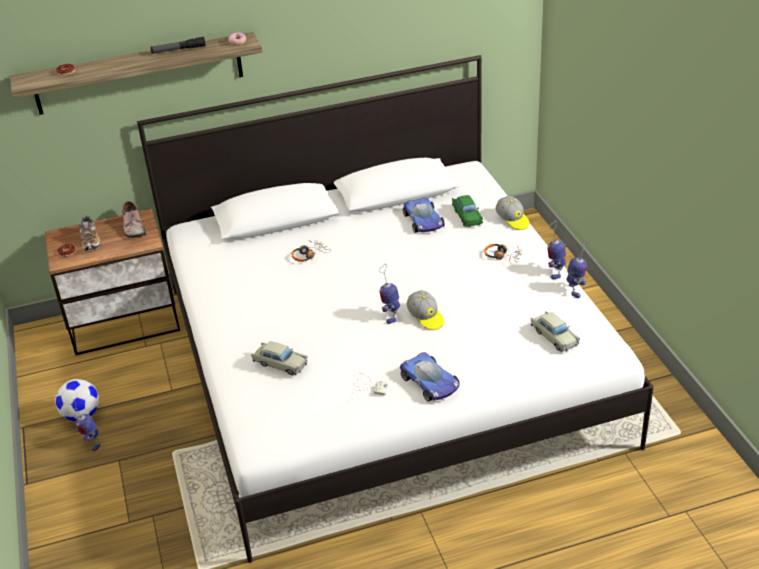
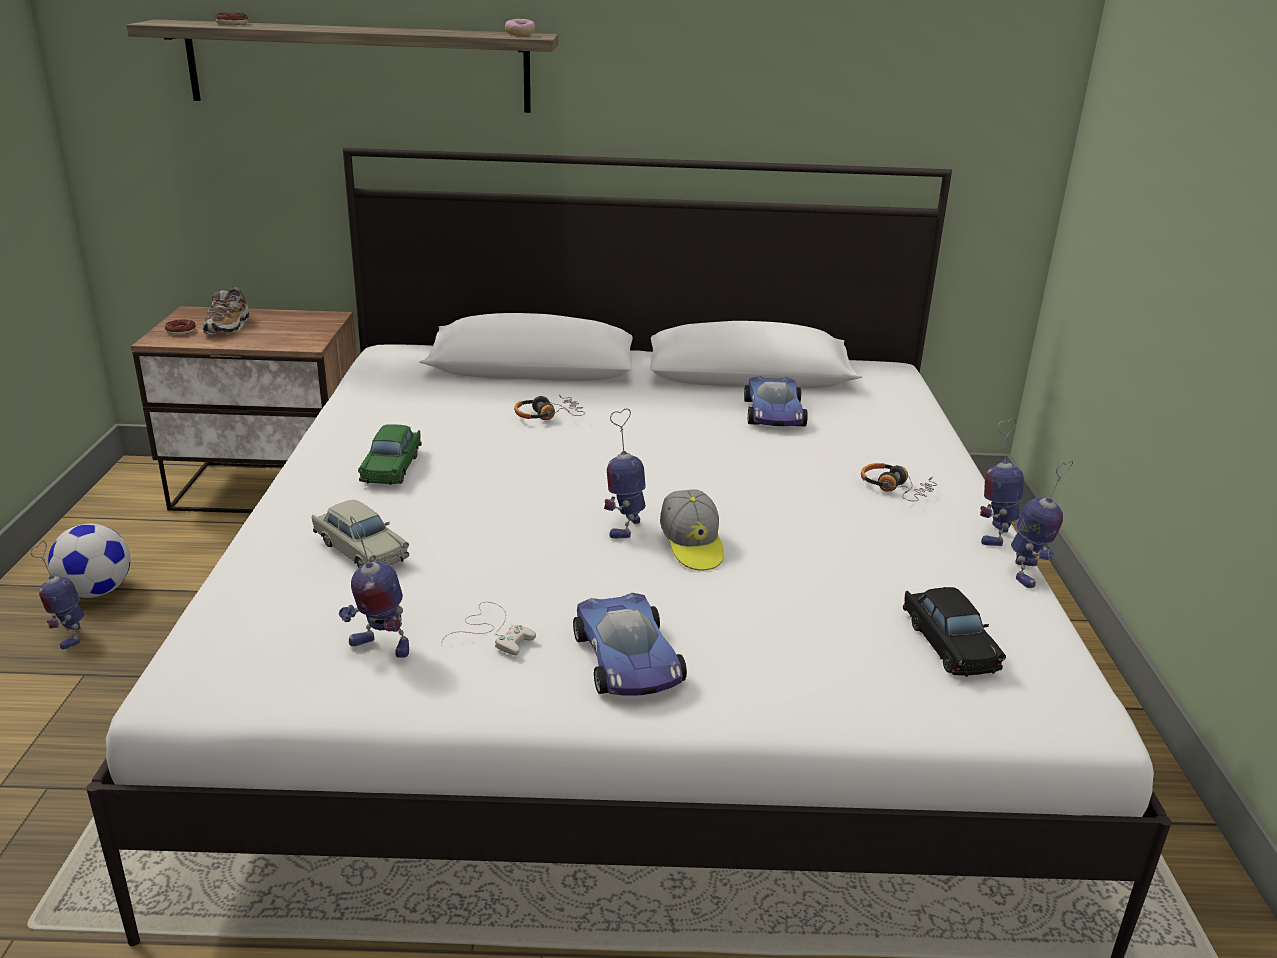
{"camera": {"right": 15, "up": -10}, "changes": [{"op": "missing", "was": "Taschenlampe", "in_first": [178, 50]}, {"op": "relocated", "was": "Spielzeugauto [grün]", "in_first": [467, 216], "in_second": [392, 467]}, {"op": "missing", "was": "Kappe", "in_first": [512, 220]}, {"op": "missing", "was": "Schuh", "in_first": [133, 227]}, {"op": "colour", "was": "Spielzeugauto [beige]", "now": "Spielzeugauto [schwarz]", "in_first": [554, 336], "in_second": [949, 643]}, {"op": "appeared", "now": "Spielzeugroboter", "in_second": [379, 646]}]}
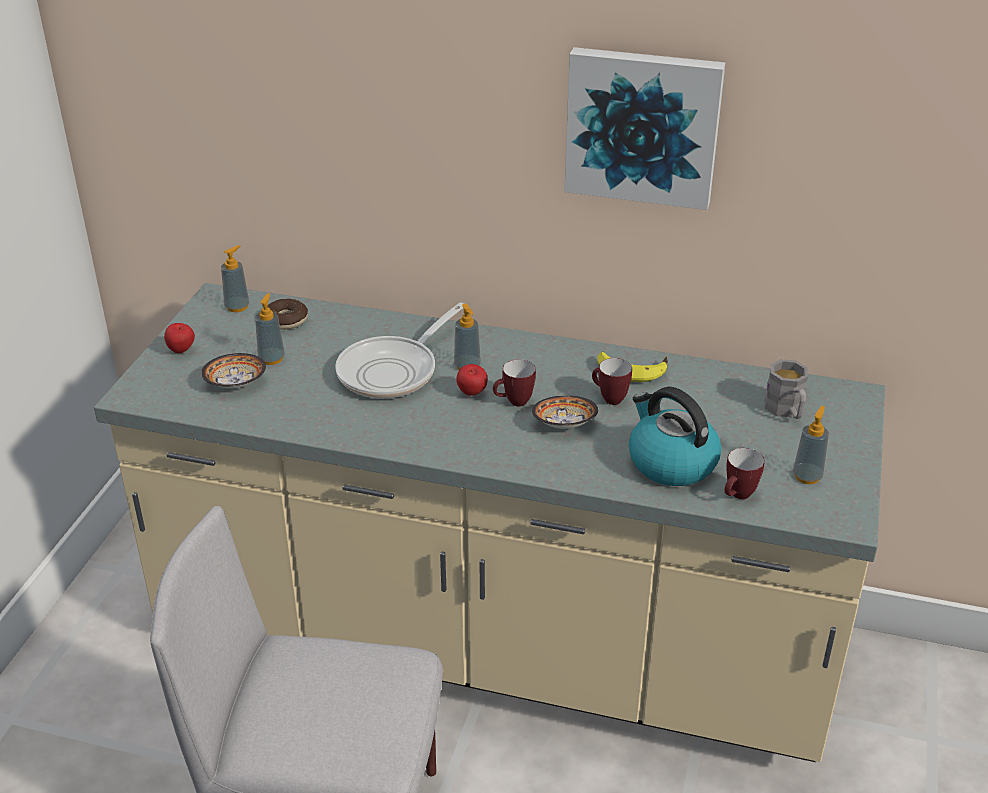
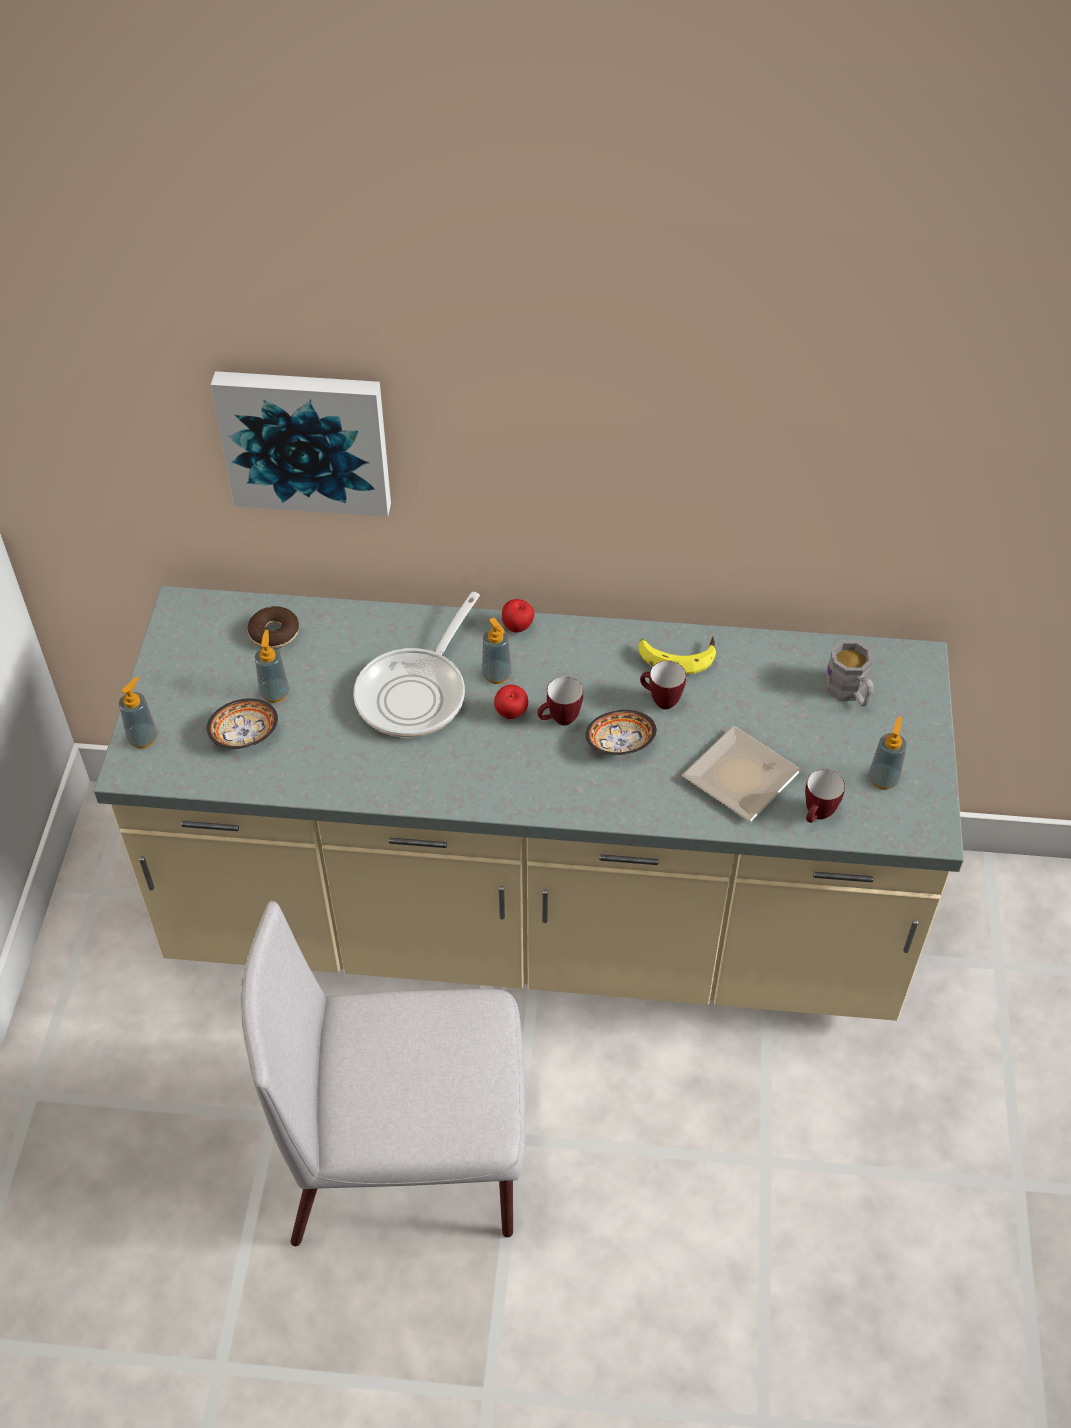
{"camera": {"right": -10, "up": 15}, "changes": [{"op": "relocated", "was": "Bild", "in_first": [643, 126], "in_second": [306, 439]}, {"op": "relocated", "was": "Seifenspender", "in_first": [237, 307], "in_second": [143, 738]}, {"op": "relocated", "was": "Apfel", "in_first": [182, 351], "in_second": [518, 628]}, {"op": "exchanged", "was": "Wasserkessel", "now": "Teller", "in_first": [670, 462], "in_second": [741, 781]}]}
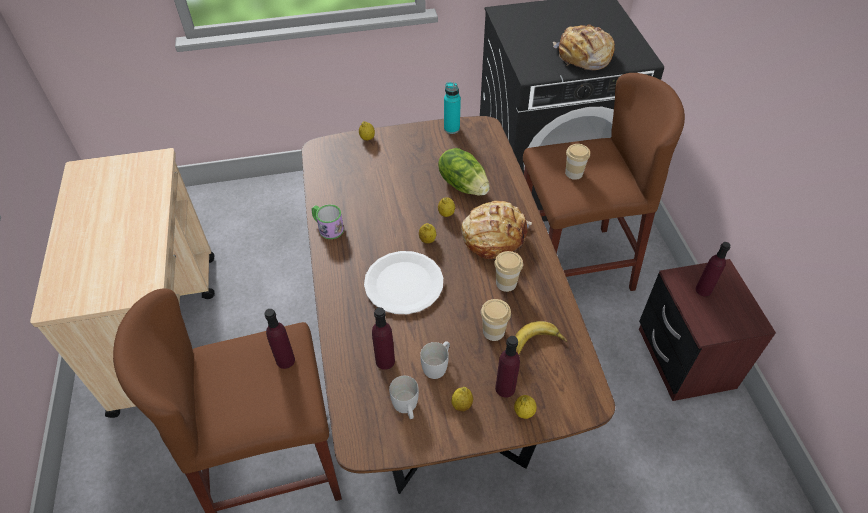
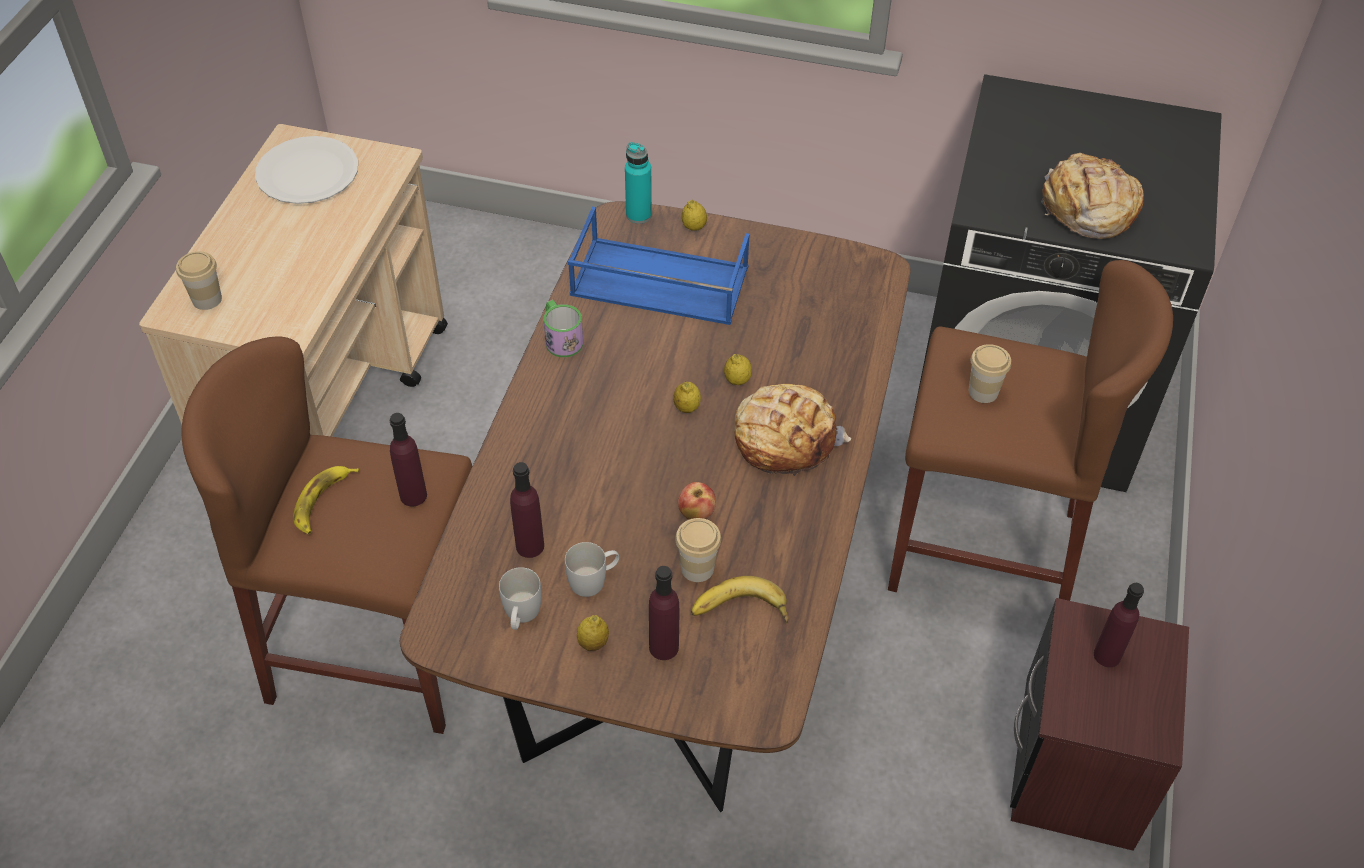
{"camera": {"right": 25, "up": 0}, "changes": [{"op": "relocated", "was": "Flasche [türkis]", "in_first": [451, 129], "in_second": [638, 215]}, {"op": "missing", "was": "Salatkopf", "in_first": [463, 184]}, {"op": "relocated", "was": "Teller [weiß]", "in_first": [403, 283], "in_second": [307, 173]}, {"op": "relocated", "was": "Tasse", "in_first": [506, 283], "in_second": [207, 299]}, {"op": "missing", "was": "Zitrone", "in_first": [524, 412]}, {"op": "appeared", "now": "Tablett [blau]", "in_second": [657, 282]}, {"op": "appeared", "now": "Banane", "in_second": [323, 502]}, {"op": "appeared", "now": "Apfel", "in_second": [696, 514]}]}
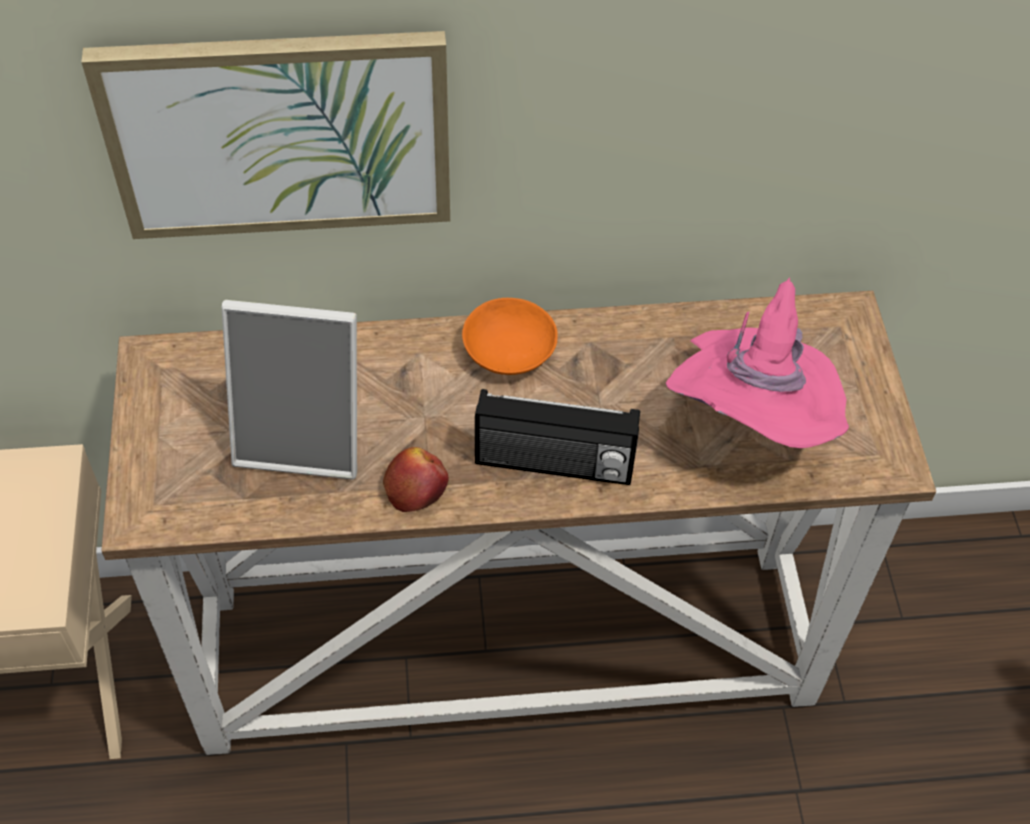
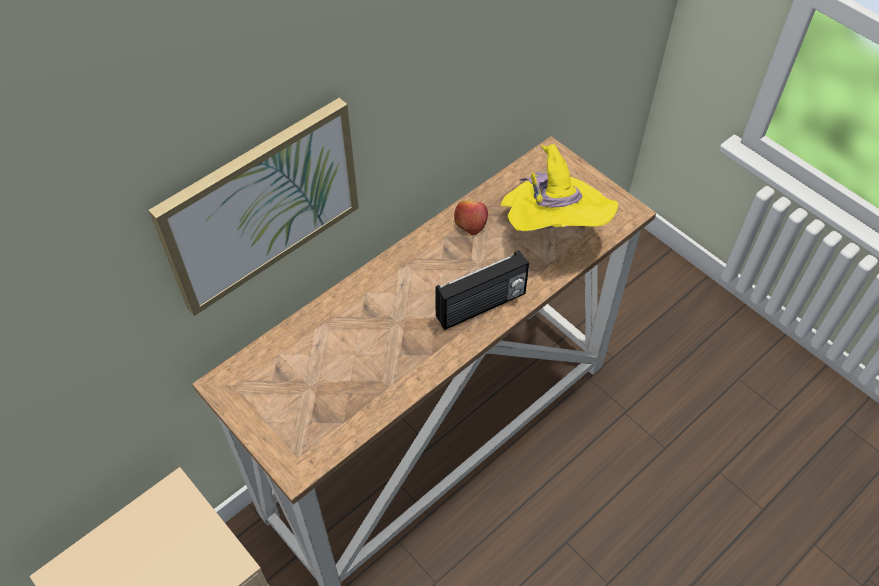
{"camera": {"right": -35, "up": 0}, "changes": [{"op": "colour", "was": "Hut [rosa]", "now": "Hut [gelb]", "in_first": [752, 420], "in_second": [552, 228]}, {"op": "missing", "was": "Schüssel [orange]", "in_first": [509, 352]}, {"op": "missing", "was": "Bilderrahmen", "in_first": [304, 436]}, {"op": "relocated", "was": "Apfel", "in_first": [415, 486], "in_second": [470, 221]}]}
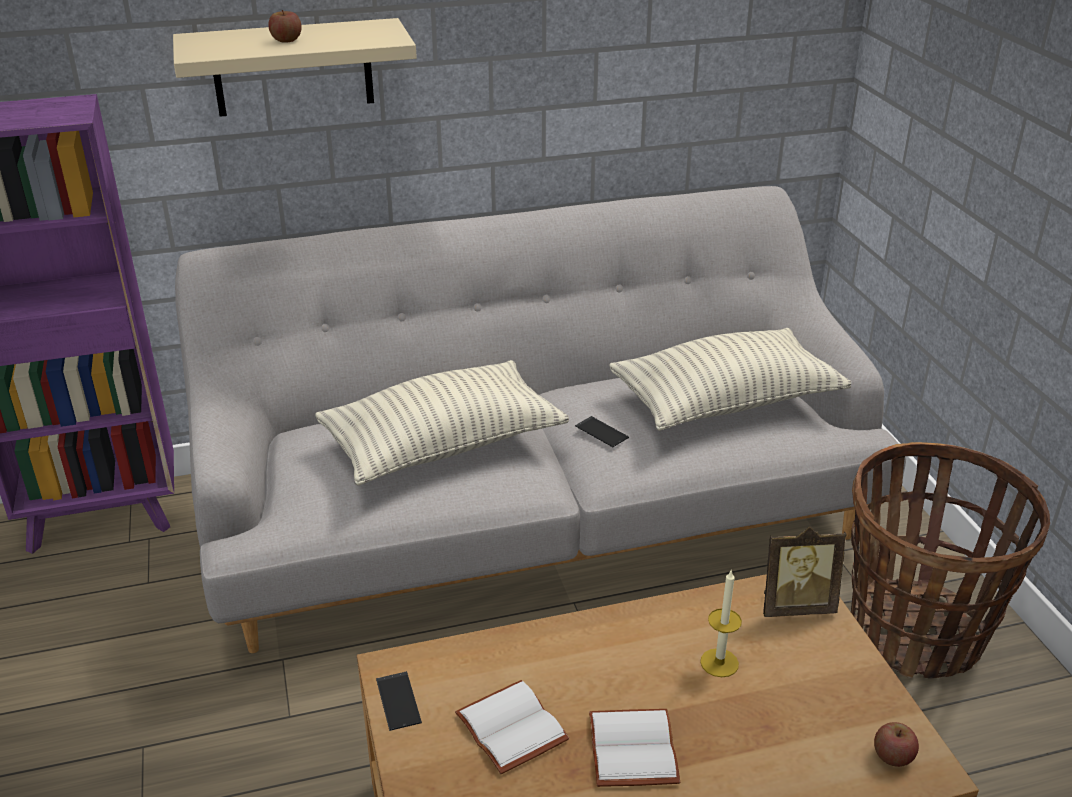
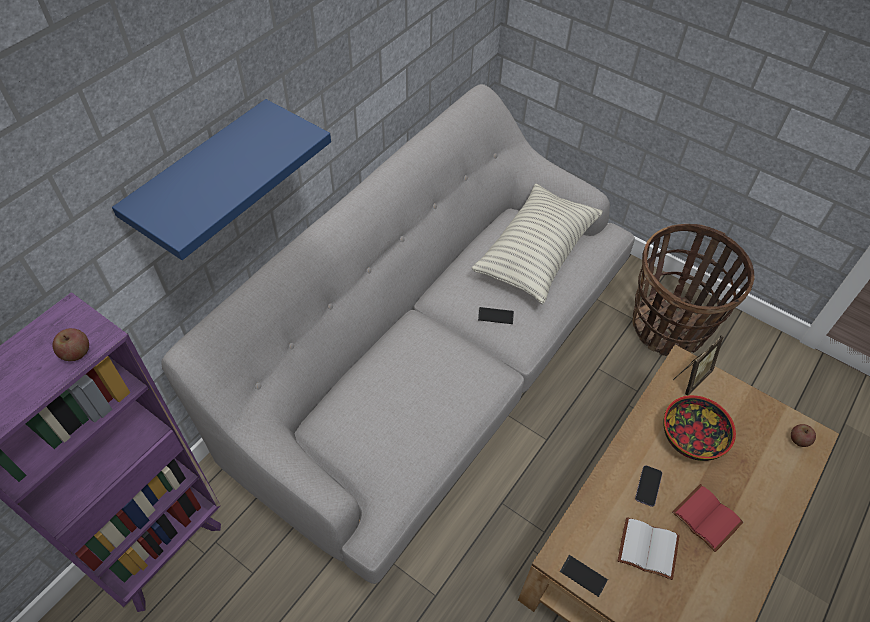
{"camera": {"right": -40, "up": 20}, "changes": [{"op": "relocated", "was": "Apfel", "in_first": [286, 40], "in_second": [76, 352]}, {"op": "colour", "was": "Wandregal [beige]", "now": "Wandregal [blau]", "in_first": [293, 68], "in_second": [202, 177]}, {"op": "missing", "was": "Kissen", "in_first": [443, 445]}, {"op": "exchanged", "was": "Kerze", "now": "Schüssel", "in_first": [719, 663], "in_second": [692, 438]}, {"op": "colour", "was": "Buch [weiß]", "now": "Buch [rot]", "in_first": [636, 750], "in_second": [708, 517]}, {"op": "appeared", "now": "Handy", "in_second": [648, 486]}]}
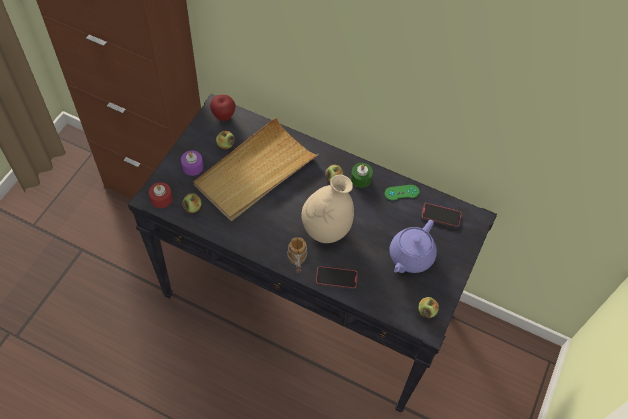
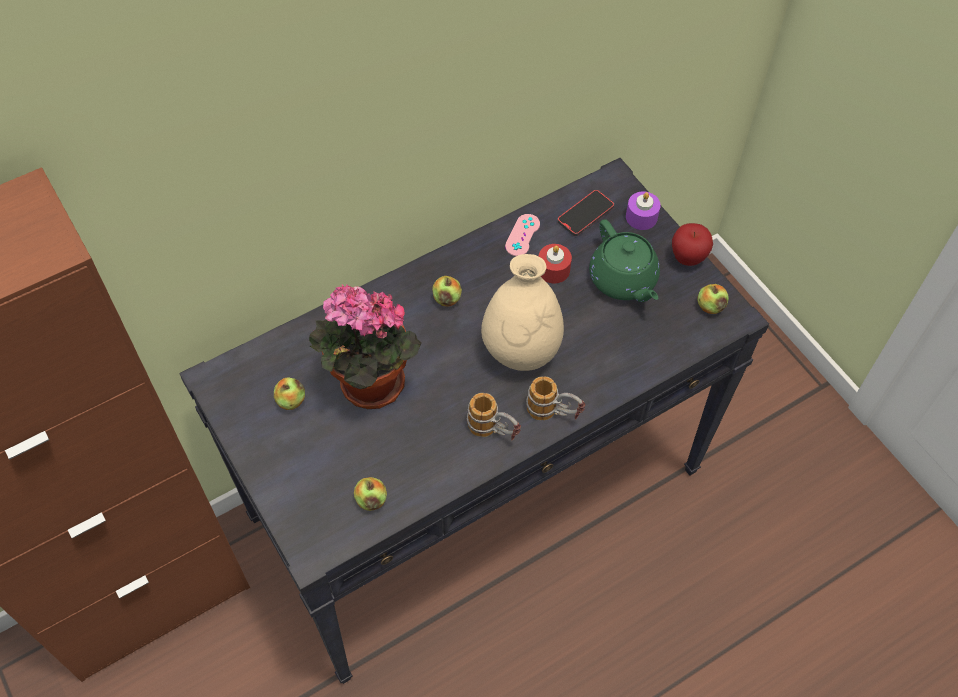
{"camera": {"right": -55, "up": 0}, "changes": [{"op": "relocated", "was": "Apfel", "in_first": [223, 116], "in_second": [687, 258]}, {"op": "exchanged", "was": "Tablett [beige]", "now": "Topfpflanze", "in_first": [255, 172], "in_second": [367, 387]}, {"op": "relocated", "was": "Kerze [lila]", "in_first": [192, 167], "in_second": [641, 217]}, {"op": "missing", "was": "Kerze [grün]", "in_first": [360, 179]}, {"op": "relocated", "was": "Kerze [rot]", "in_first": [161, 199], "in_second": [553, 270]}, {"op": "colour", "was": "Gamepad [grün]", "now": "Gamepad [rosa]", "in_first": [401, 192], "in_second": [522, 235]}, {"op": "colour", "was": "Teekanne [lila]", "now": "Teekanne [grün]", "in_first": [410, 257], "in_second": [623, 280]}, {"op": "missing", "was": "Handy", "in_first": [336, 278]}, {"op": "appeared", "now": "Henkelbecher", "in_second": [494, 431]}]}
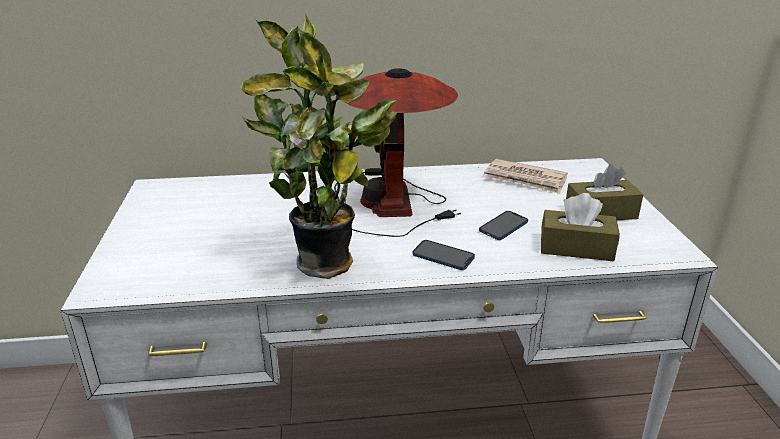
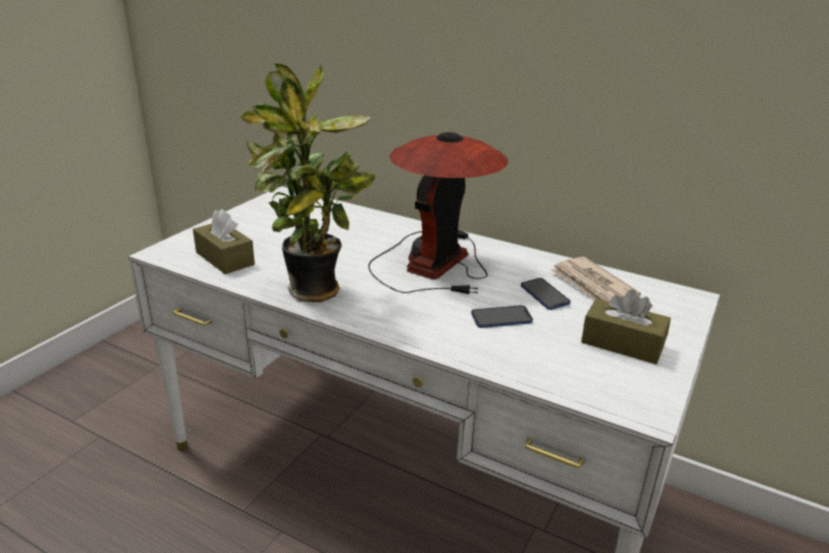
{"camera": {"right": 35, "up": 0}, "changes": [{"op": "relocated", "was": "Taschentuchbox [braun]", "in_first": [576, 248], "in_second": [225, 258]}, {"op": "relocated", "was": "Handy", "in_first": [443, 256], "in_second": [544, 295]}]}
